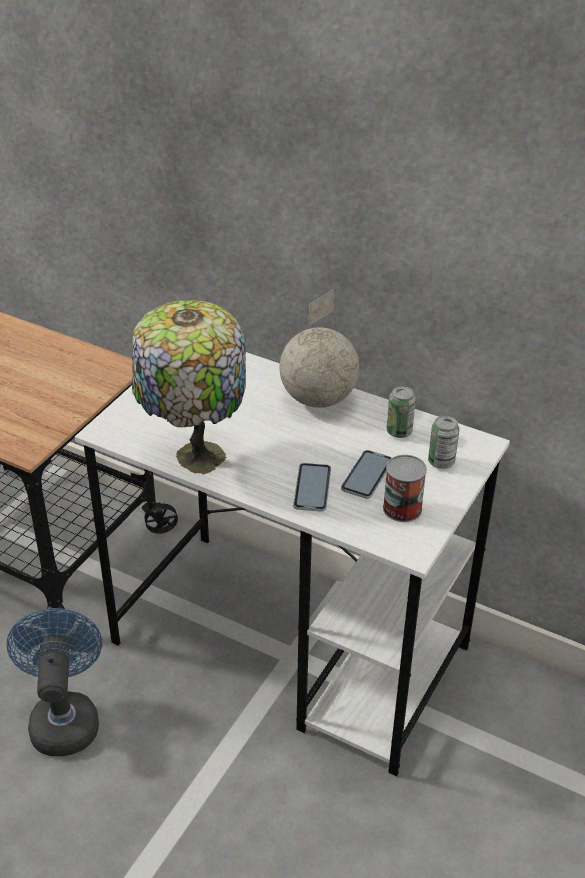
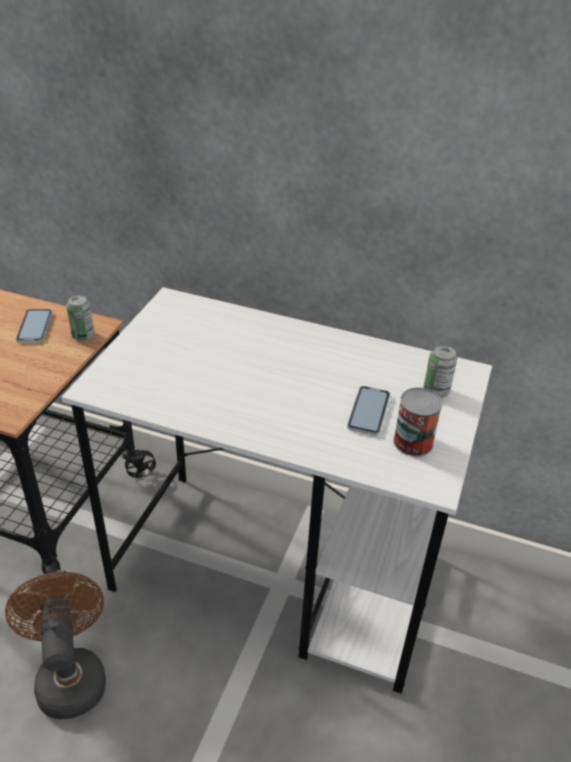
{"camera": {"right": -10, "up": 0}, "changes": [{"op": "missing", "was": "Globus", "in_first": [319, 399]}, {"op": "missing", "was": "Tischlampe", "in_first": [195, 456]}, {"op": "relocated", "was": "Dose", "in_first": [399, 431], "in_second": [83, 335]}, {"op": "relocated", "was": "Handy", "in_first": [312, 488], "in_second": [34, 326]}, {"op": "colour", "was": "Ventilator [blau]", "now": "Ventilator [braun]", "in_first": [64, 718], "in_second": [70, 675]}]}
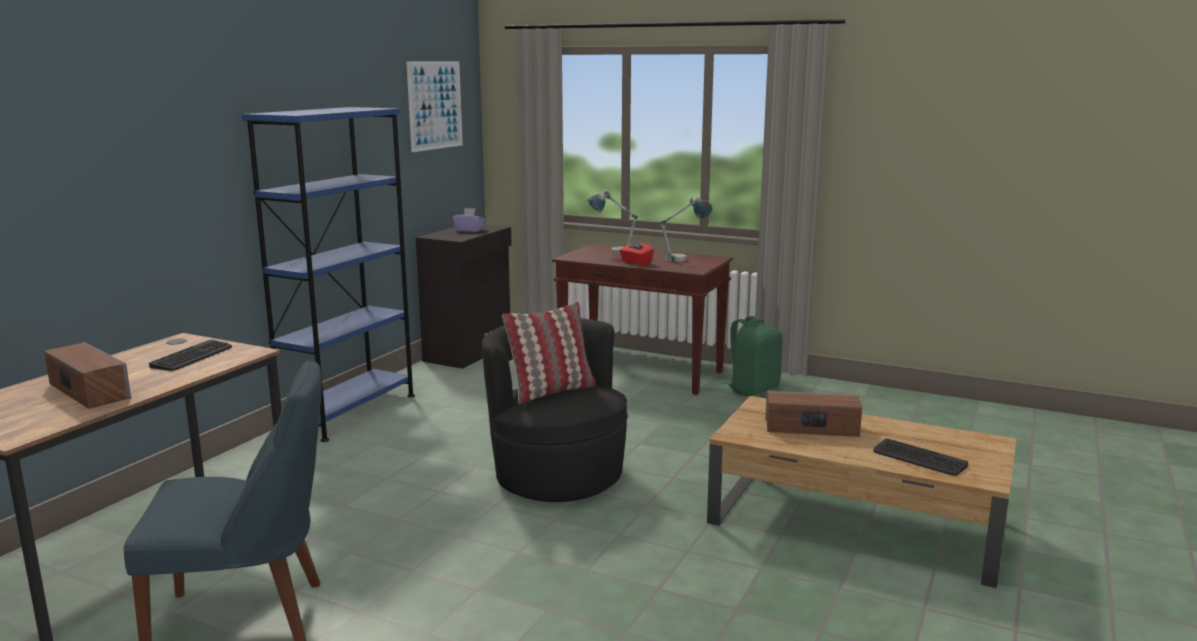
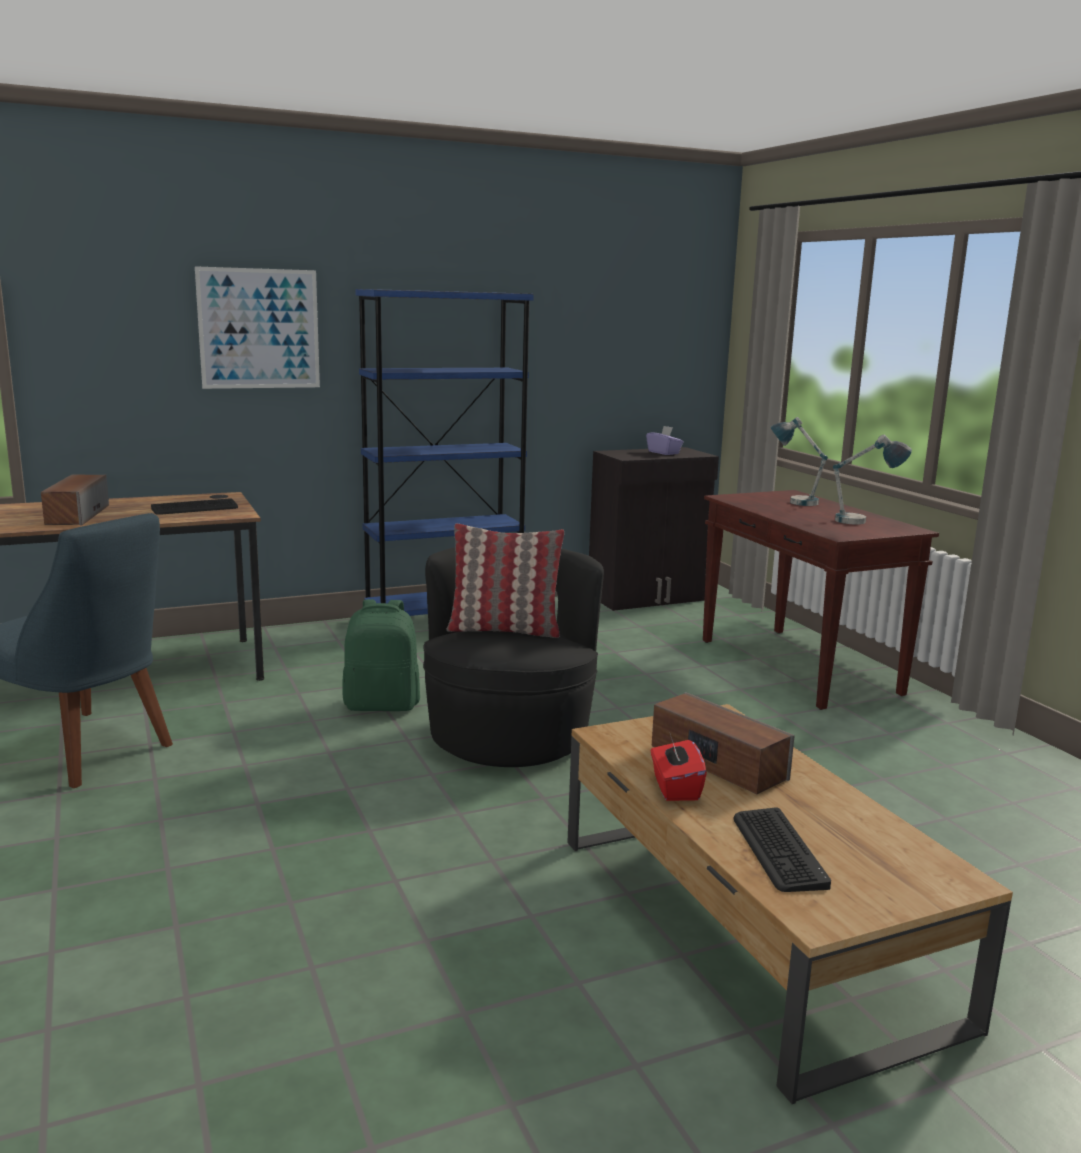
{"camera": {"right": 40, "up": 0}, "changes": [{"op": "relocated", "was": "Bild", "in_first": [435, 105], "in_second": [259, 329]}, {"op": "relocated", "was": "Taschentuchbox [rot]", "in_first": [636, 262], "in_second": [675, 788]}, {"op": "relocated", "was": "Rucksack [grün]", "in_first": [753, 389], "in_second": [382, 705]}]}
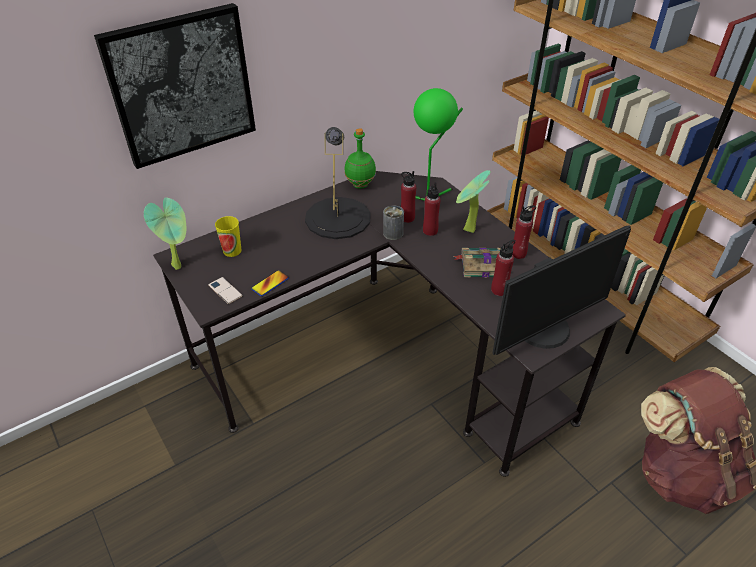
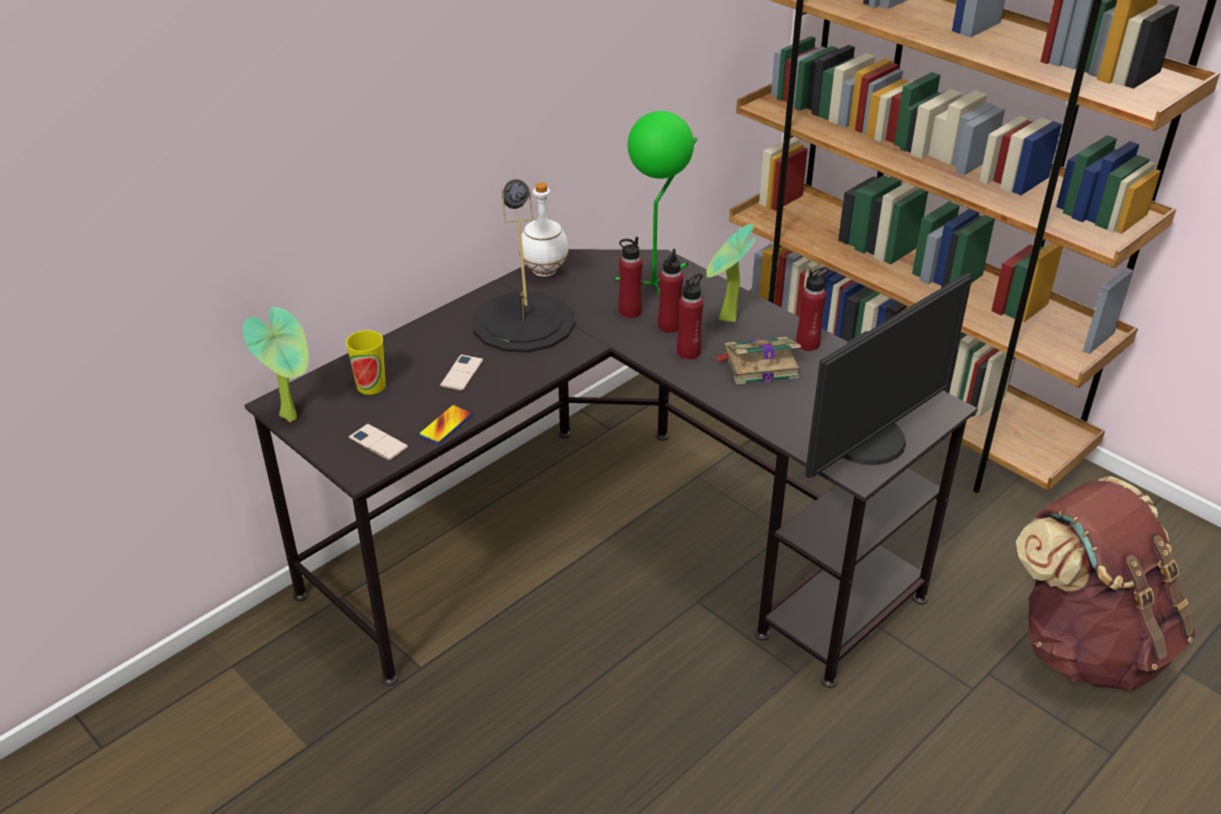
{"camera": {"right": -10, "up": -5}, "changes": [{"op": "missing", "was": "Bild", "in_first": [181, 86]}, {"op": "colour", "was": "Flasche [grün]", "now": "Flasche [weiß]", "in_first": [360, 185], "in_second": [544, 272]}, {"op": "missing", "was": "Dose", "in_first": [393, 233]}, {"op": "relocated", "was": "Flasche [rot]", "in_first": [499, 290], "in_second": [688, 352]}, {"op": "appeared", "now": "Handy", "in_second": [462, 373]}]}
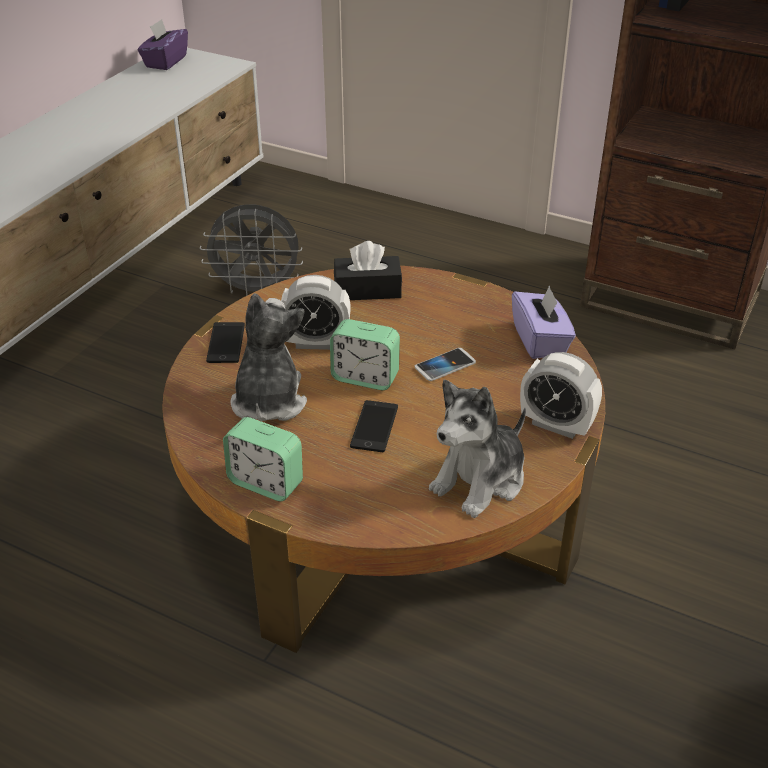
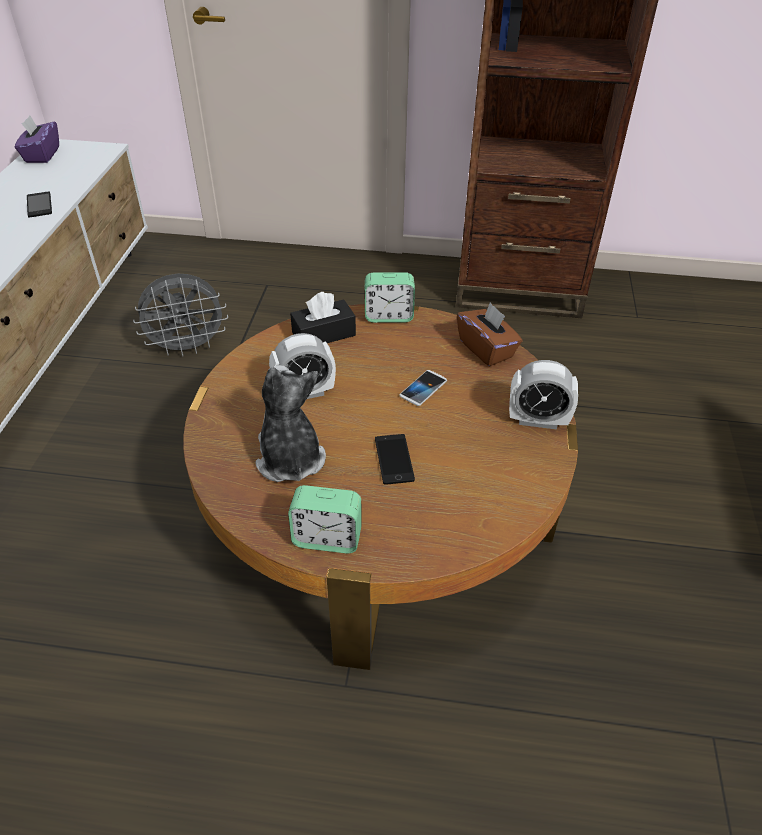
{"camera": {"right": -20, "up": 5}, "changes": [{"op": "colour", "was": "Taschentuchbox [lila]", "now": "Taschentuchbox [braun]", "in_first": [540, 340], "in_second": [486, 349]}, {"op": "relocated", "was": "Wecker", "in_first": [365, 377], "in_second": [389, 316]}, {"op": "relocated", "was": "Handy", "in_first": [226, 343], "in_second": [39, 205]}, {"op": "missing", "was": "Plüschtier", "in_first": [480, 480]}]}
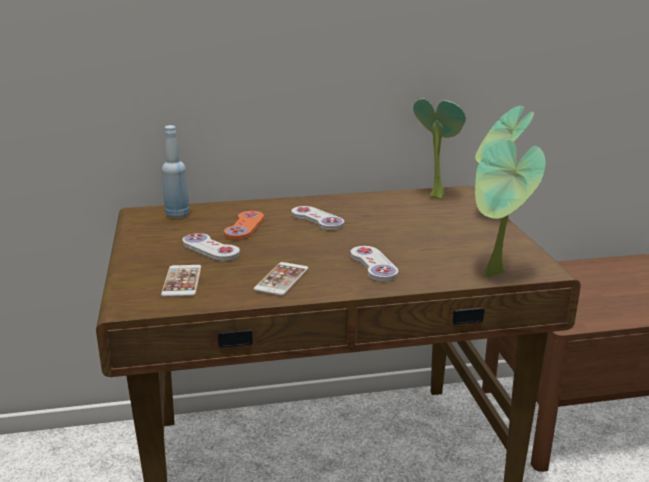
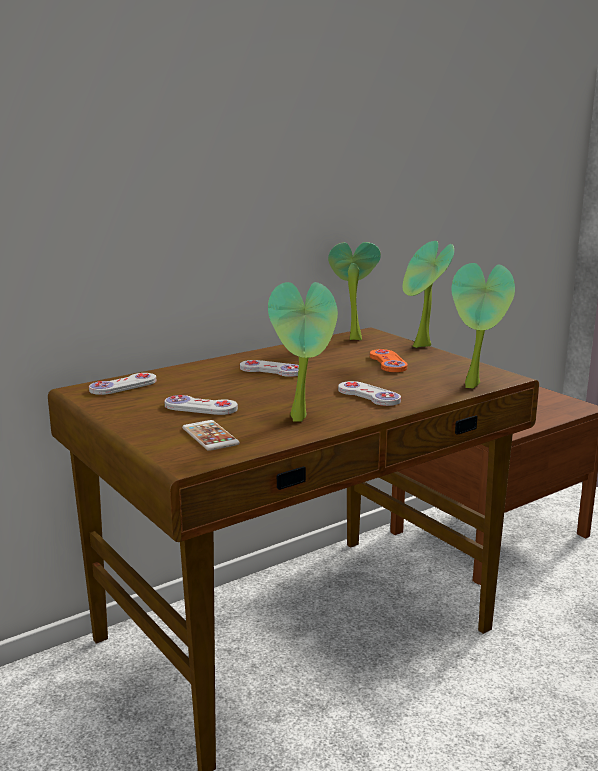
{"camera": {"right": -25, "up": -5}, "changes": [{"op": "exchanged", "was": "Flasche [blau]", "now": "Gamepad [weiß]", "in_first": [177, 214], "in_second": [123, 386]}, {"op": "relocated", "was": "Gamepad [orange]", "in_first": [244, 227], "in_second": [388, 362]}, {"op": "exchanged", "was": "Handy", "now": "Topfpflanze", "in_first": [281, 279], "in_second": [303, 419]}]}
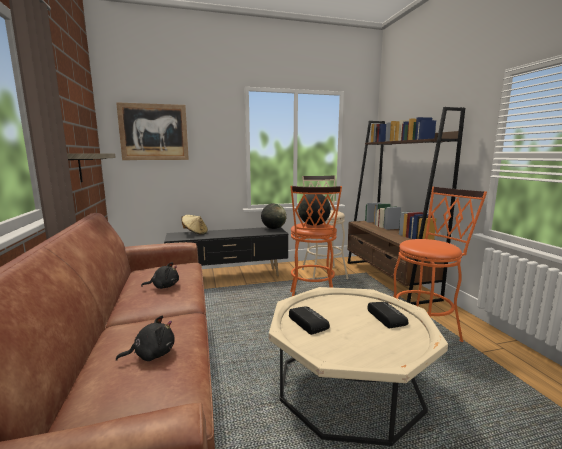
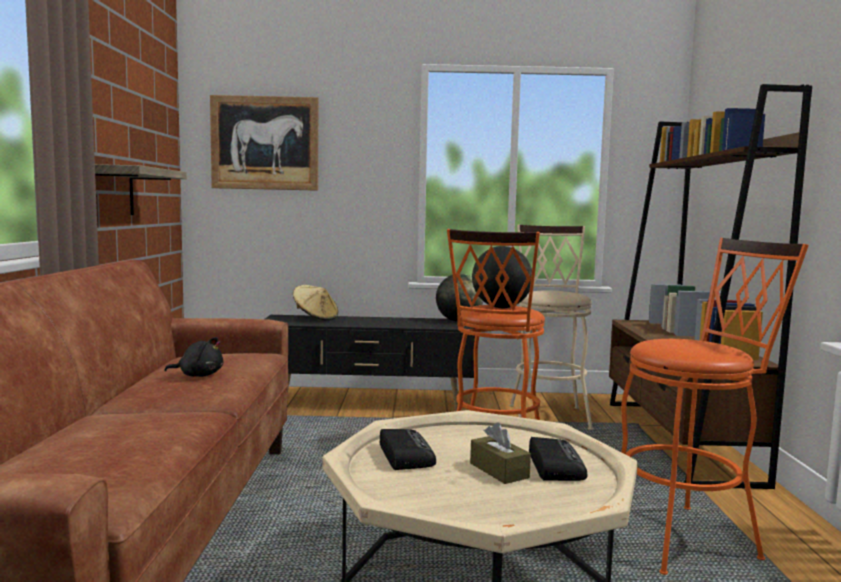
{"camera": {"right": 15, "up": -5}, "changes": [{"op": "missing", "was": "Plüschtier [schwarz]", "in_first": [151, 354]}, {"op": "appeared", "now": "Taschentuchbox [braun]", "in_second": [499, 470]}]}
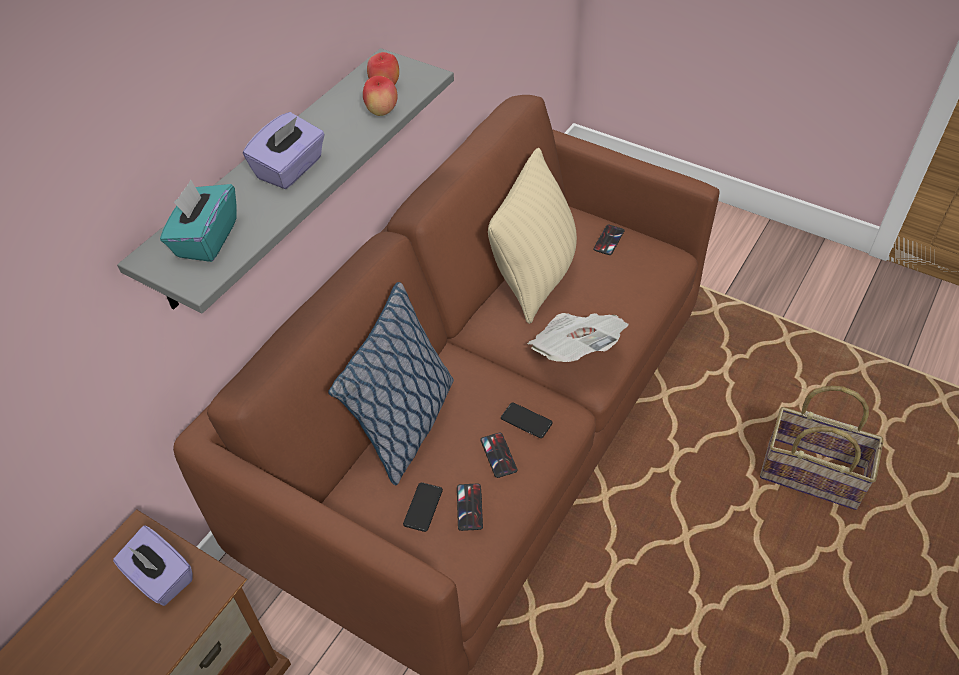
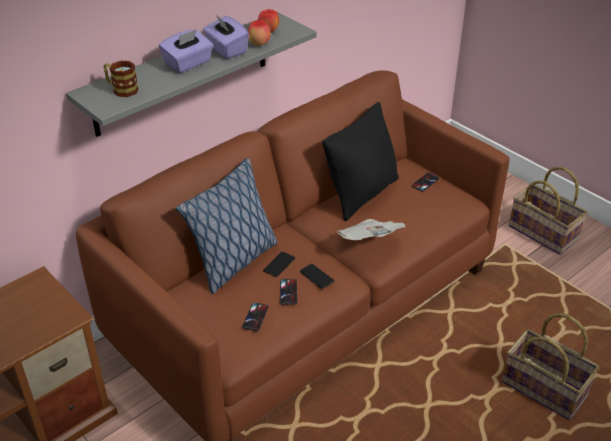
{"camera": {"right": 15, "up": -10}, "changes": [{"op": "colour", "was": "Kissen [beige]", "now": "Kissen [schwarz]", "in_first": [534, 277], "in_second": [362, 194]}, {"op": "exchanged", "was": "Taschentuchbox [türkis]", "now": "Henkelbecher", "in_first": [206, 239], "in_second": [121, 89]}, {"op": "relocated", "was": "Handy", "in_first": [423, 507], "in_second": [279, 264]}, {"op": "relocated", "was": "Taschentuchbox [lila]", "in_first": [160, 578], "in_second": [226, 50]}, {"op": "appeared", "now": "Korb", "in_second": [543, 233]}]}
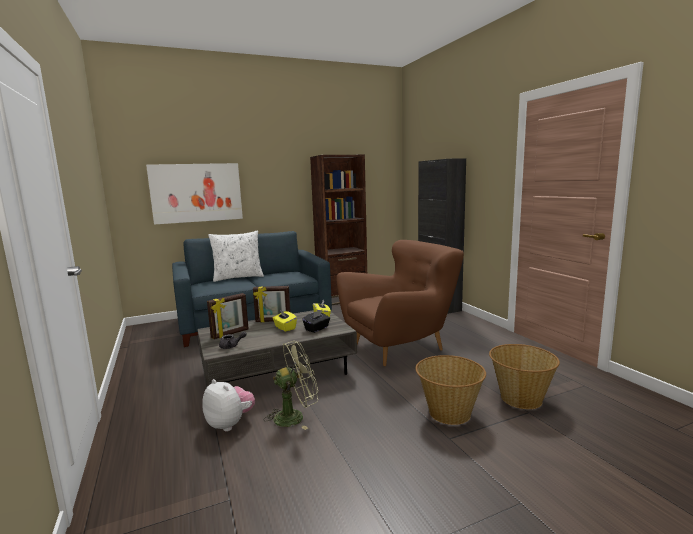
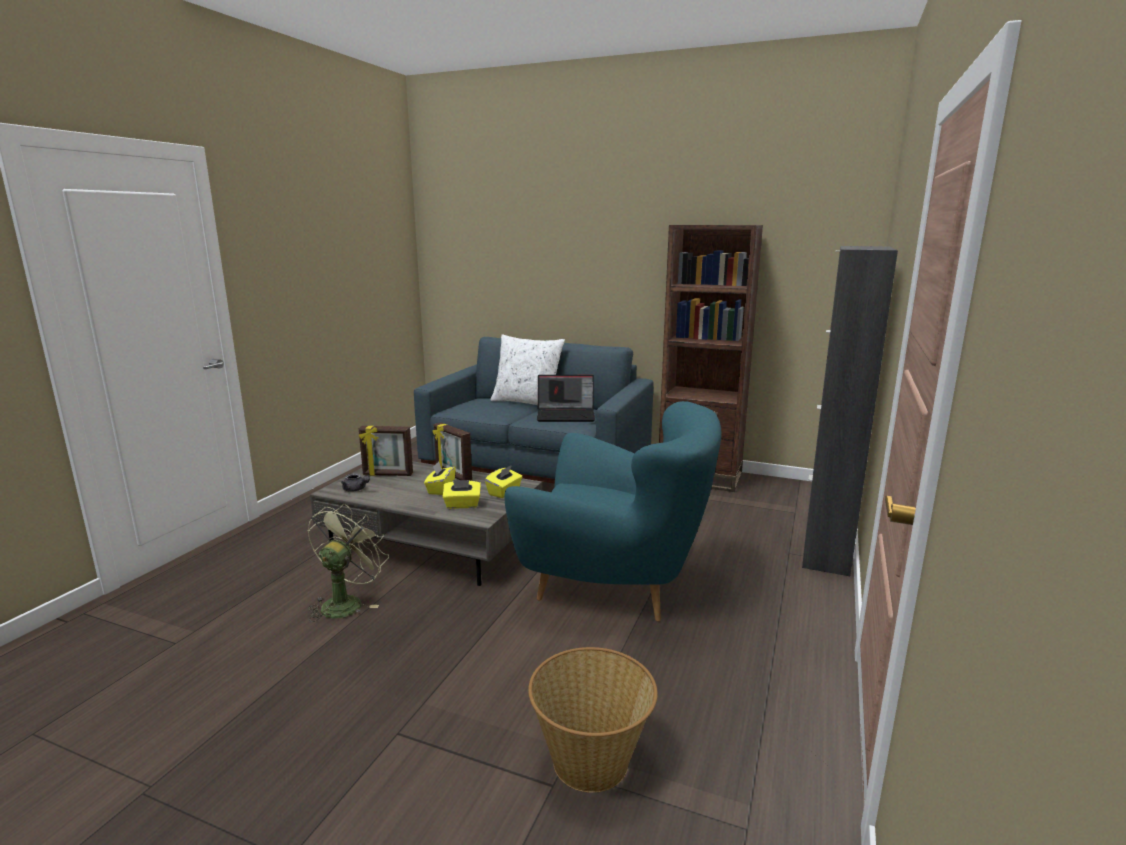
{"camera": {"right": 45, "up": 5}, "changes": [{"op": "missing", "was": "Bild", "in_first": [196, 193]}, {"op": "colour", "was": "Sessel [braun]", "now": "Sessel [türkis]", "in_first": [400, 347], "in_second": [614, 585]}, {"op": "colour", "was": "Taschentuchbox [schwarz]", "now": "Taschentuchbox [gelb]", "in_first": [317, 328], "in_second": [462, 505]}, {"op": "spun", "was": "Ventilator [grün]", "in_first": [295, 416], "in_second": [346, 602], "clockwise": -90}, {"op": "missing", "was": "Korb", "in_first": [449, 413]}, {"op": "missing", "was": "Plüschtier", "in_first": [230, 424]}, {"op": "appeared", "now": "Laptop", "in_second": [566, 415]}]}
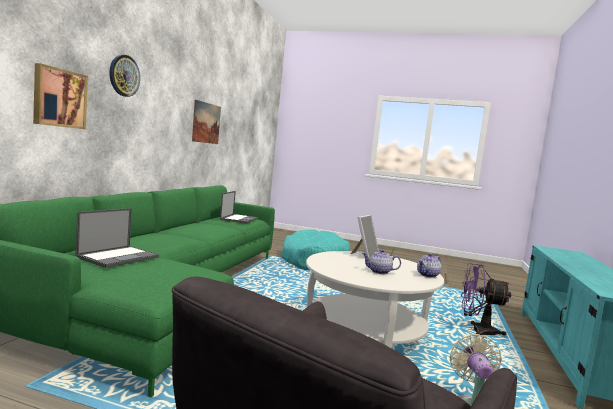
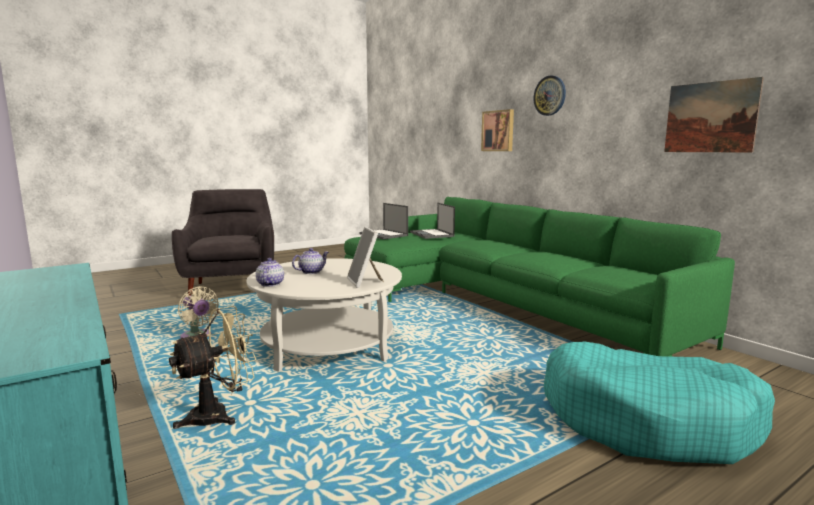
{"camera": {"right": 130, "up": 5}, "changes": [{"op": "relocated", "was": "Laptop", "in_first": [239, 219], "in_second": [384, 235]}, {"op": "colour", "was": "Ventilator [lila]", "now": "Ventilator [beige]", "in_first": [477, 331], "in_second": [219, 415]}]}
